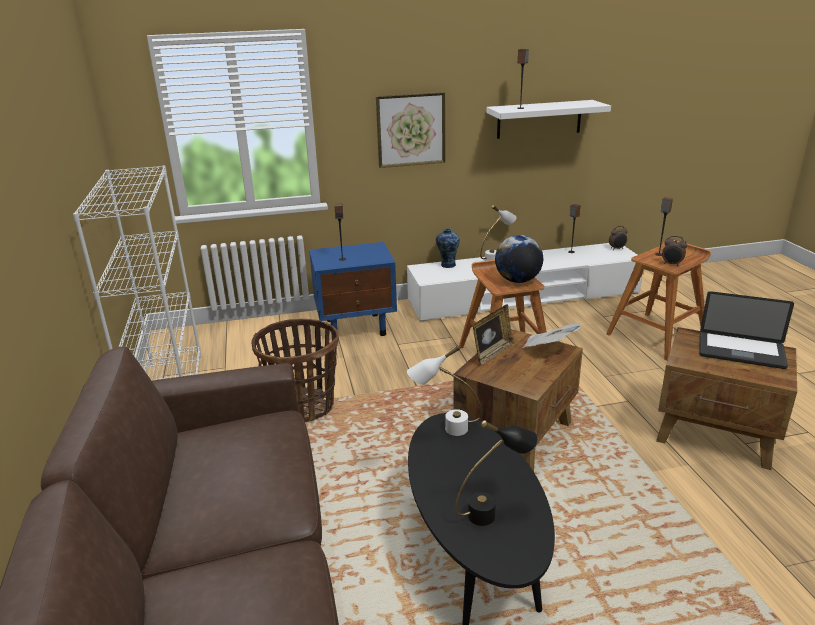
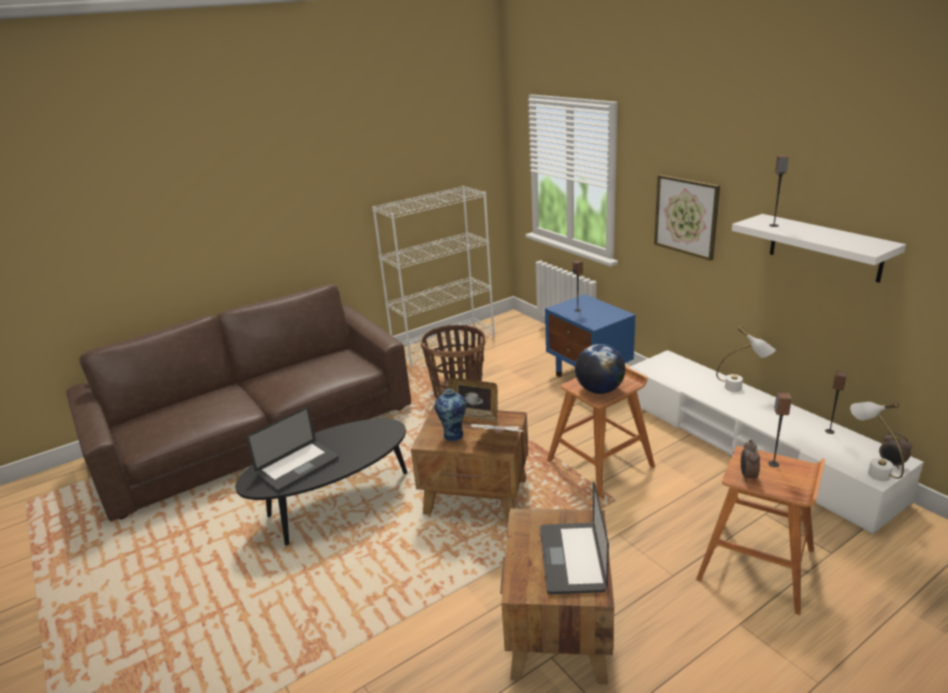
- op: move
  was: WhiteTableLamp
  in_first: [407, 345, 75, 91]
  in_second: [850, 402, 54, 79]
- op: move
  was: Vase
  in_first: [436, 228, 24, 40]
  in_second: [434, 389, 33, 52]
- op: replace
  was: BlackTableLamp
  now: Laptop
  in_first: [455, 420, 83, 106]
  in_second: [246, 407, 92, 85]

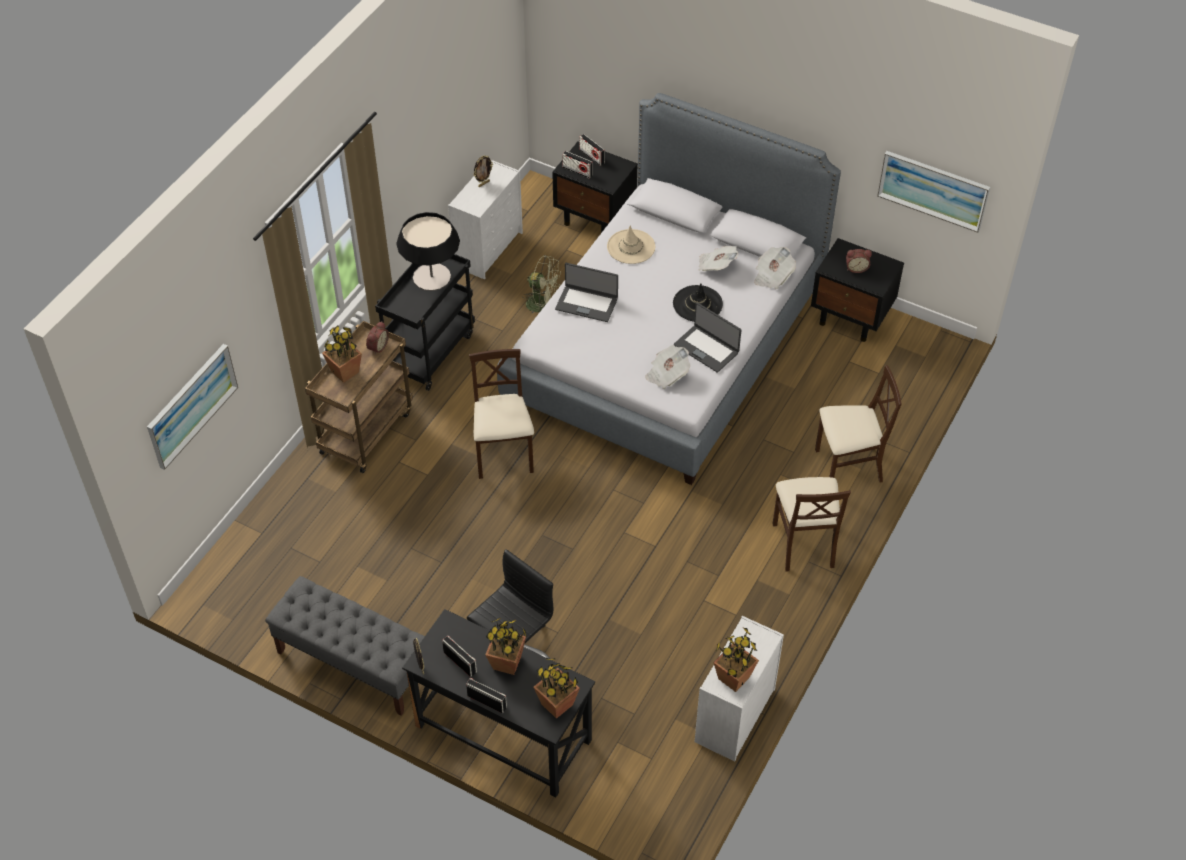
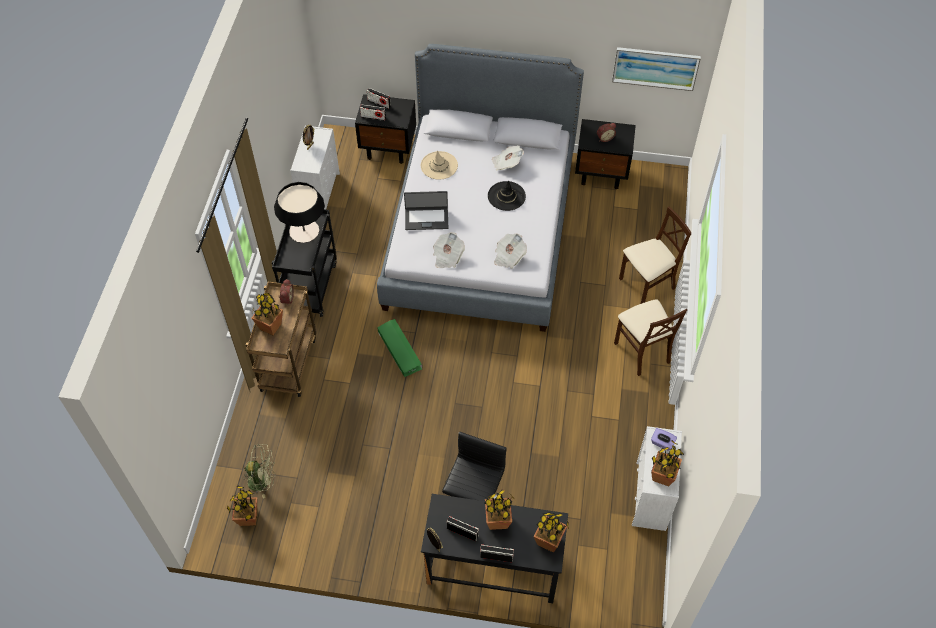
- op: delete
  was: Picture
  in_first: [147, 344, 91, 126]
- op: delete
  was: GreyBench
  in_first: [265, 576, 160, 140]
- op: delete
  was: Laptop
  in_first: [674, 302, 67, 71]
- op: insert
  now: PottedPlant
  in_second: [227, 485, 30, 41]
- op: insert
  now: PurpleTissueBox
  in_second: [651, 428, 26, 23]
- op: move
  was: GreenFan
  in_first: [522, 255, 40, 58]
  in_second: [242, 444, 33, 55]
- op: move
  was: Newspaper
  in_first: [754, 247, 42, 42]
  in_second: [433, 232, 32, 36]
- op: replace
  was: BeigeChair
  now: GreenStorageBox
  in_first: [469, 349, 65, 130]
  in_second: [377, 319, 45, 58]

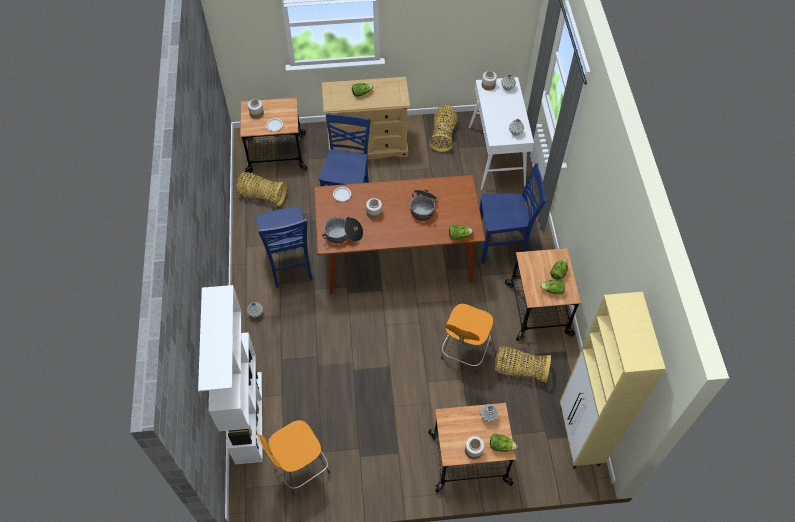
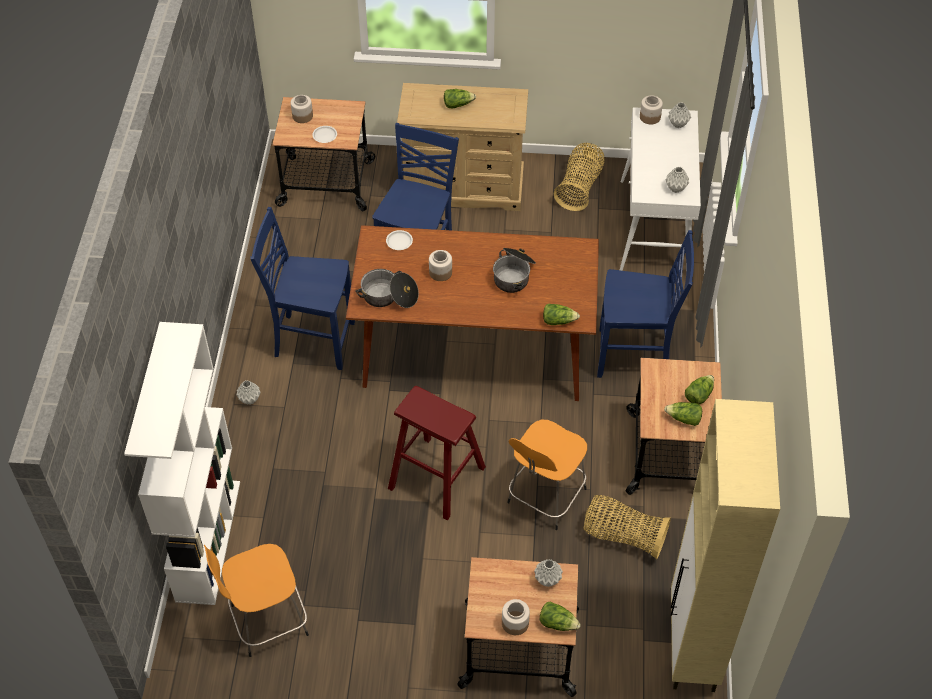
- op: delete
  was: Basket
  in_first: [236, 172, 51, 34]
- op: insert
  now: RedStool
  in_second: [388, 386, 98, 134]
- op: rotate
  was: BlueChair
  in_first: [256, 206, 56, 82]
  in_second: [250, 207, 105, 163]
  clockwise: 105

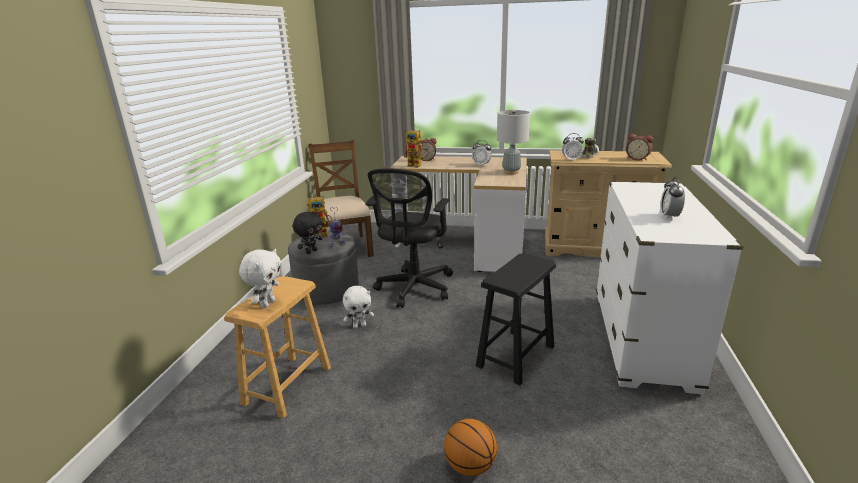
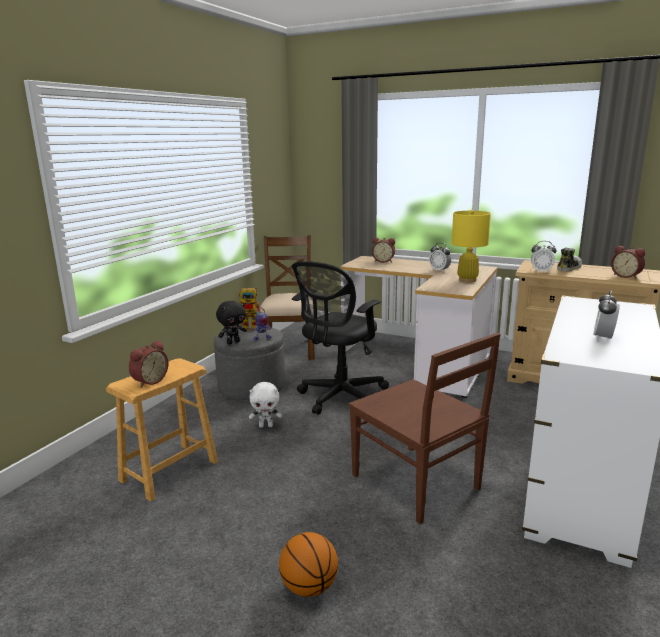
- op: delete
  was: ToyRobot
  in_first: [404, 130, 25, 38]
- op: replace
  was: WhitePlushToy
  now: AlarmClock
  in_first: [239, 249, 42, 59]
  in_second: [129, 340, 39, 48]
- op: replace
  was: BlackStool
  now: BrownChair
  in_first: [476, 253, 80, 132]
  in_second: [348, 333, 153, 191]
- op: recolor
  was: GreyTableLamp
  now: YellowTableLamp
  in_first: [497, 110, 33, 65]
  in_second: [452, 210, 39, 73]

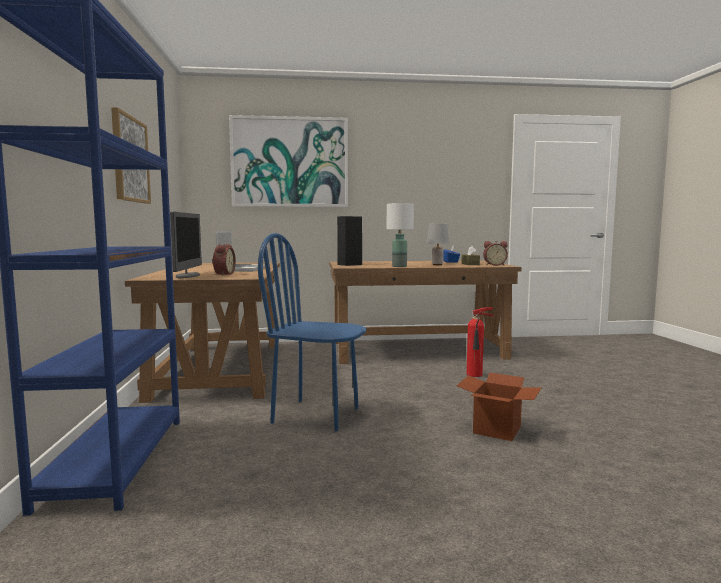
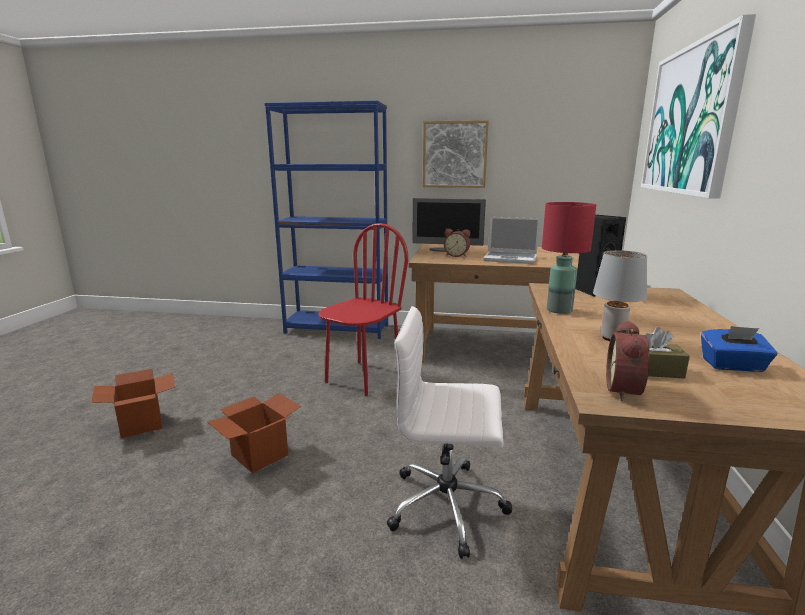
- op: insert
  now: CardboardBox
  in_second: [91, 369, 84, 69]
- op: replace
  was: FireExtinguisher
  now: WhiteOfficeChair
  in_first: [467, 307, 27, 70]
  in_second: [387, 306, 126, 253]
- op: recolor
  was: BlueChair
  now: RedChair
  in_first: [258, 233, 109, 198]
  in_second: [319, 223, 89, 173]
- op: recolor
  was: WhiteTableLamp
  now: RedTableLamp
  in_first: [387, 203, 27, 64]
  in_second: [542, 202, 54, 112]

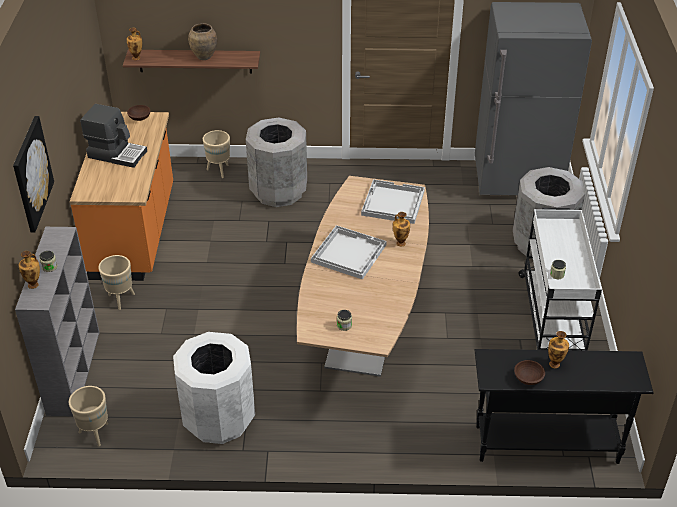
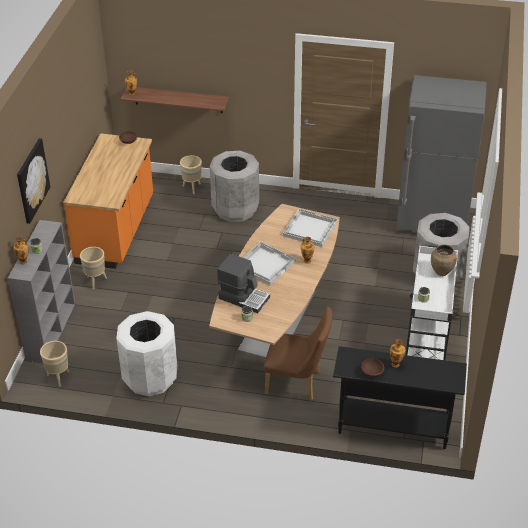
- op: insert
  now: BrownChair
  in_second: [264, 307, 68, 93]
- op: move
  was: CoffeeMachine
  in_first: [80, 104, 67, 64]
  in_second: [217, 254, 53, 59]
- op: move
  was: BrownVase
  in_first: [188, 23, 29, 37]
  in_second: [431, 244, 26, 32]

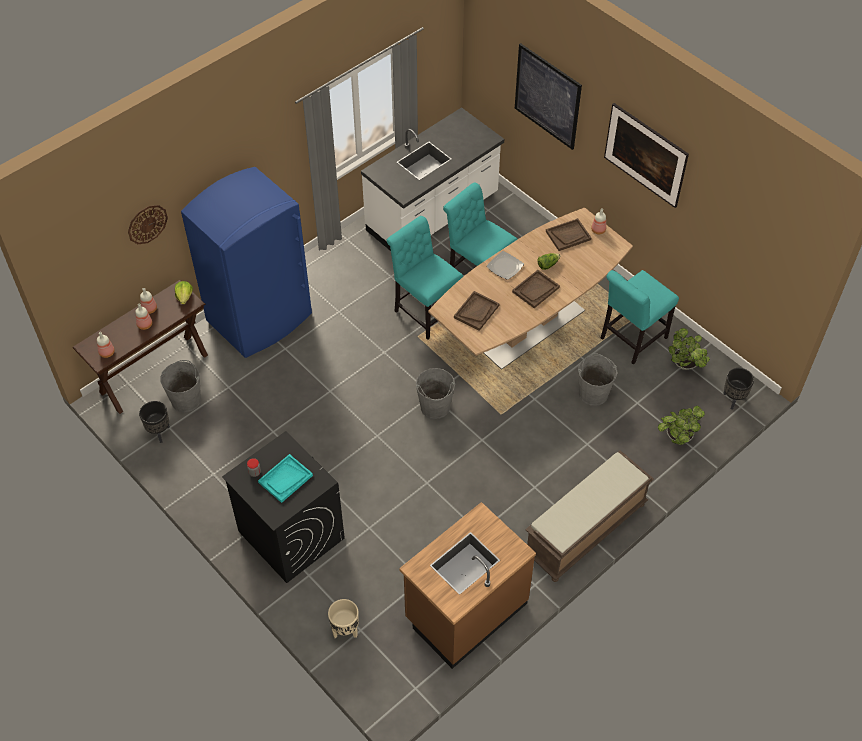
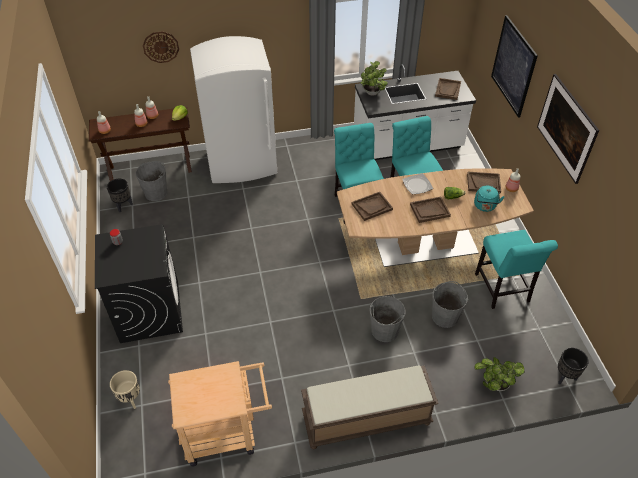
- op: delete
  was: TurquoiseTray
  in_first: [258, 454, 55, 49]
- op: insert
  now: BrownTray
  in_second: [435, 78, 26, 22]
- op: insert
  now: TurquoiseKettle
  in_second: [474, 186, 30, 26]
- op: move
  was: GreyBucket
  in_first: [416, 368, 39, 51]
  in_second: [370, 296, 35, 46]
- op: move
  was: PottedPlant
  in_first: [668, 328, 42, 42]
  in_second: [360, 61, 28, 35]
- op: replace
  was: BrownCounter
  now: BeigeCart
  in_first: [399, 502, 137, 167]
  in_second: [168, 361, 104, 105]
- op: recolor
  was: BlueFridge
  now: WhiteFridge
  in_first: [181, 167, 131, 191]
  in_second: [190, 36, 87, 147]
- op: rotate
  was: TurquoiseChair
  in_first: [601, 270, 78, 95]
  in_second: [475, 230, 83, 79]
  clockwise: -90

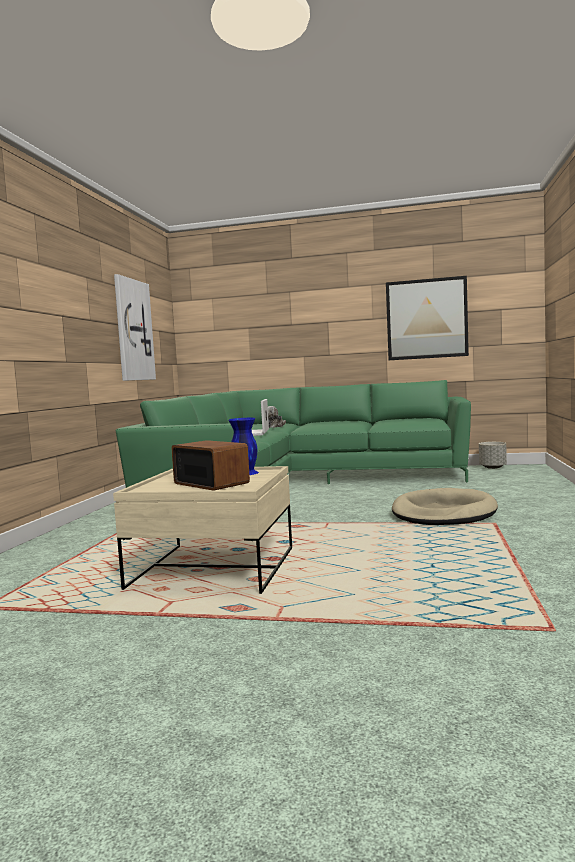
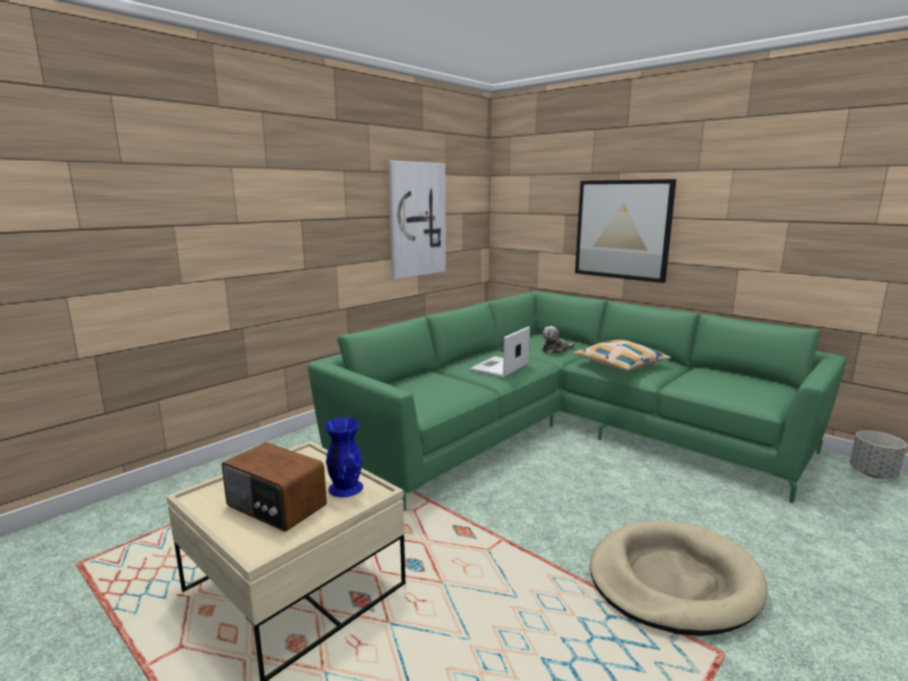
- op: insert
  now: Pillow
  in_second: [574, 340, 97, 31]
- op: move
  was: Picture
  in_first: [386, 276, 83, 84]
  in_second: [575, 179, 101, 104]
- op: rotate
  was: Radio
  in_first: [171, 440, 79, 51]
  in_second: [222, 442, 105, 90]
  clockwise: 135

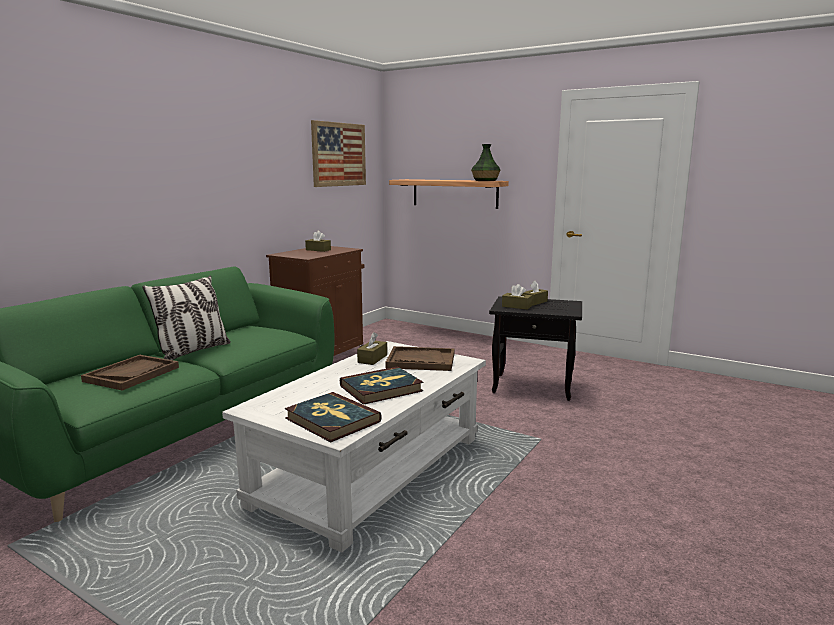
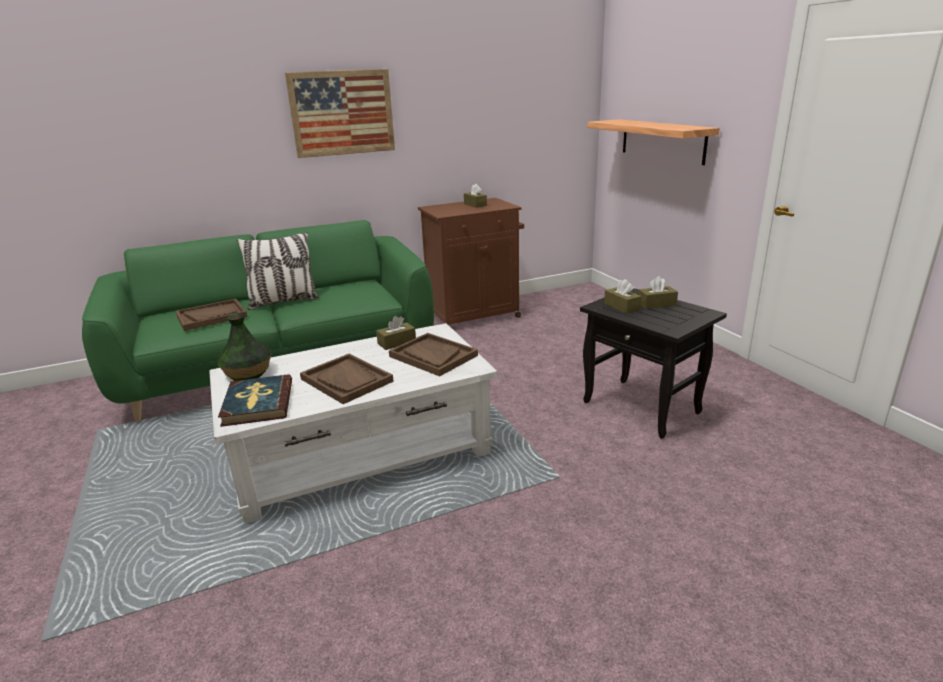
- op: move
  was: Picture
  in_first: [311, 120, 55, 67]
  in_second: [285, 69, 110, 89]
- op: move
  was: Vase
  in_first: [471, 144, 29, 37]
  in_second: [217, 314, 54, 67]
- op: replace
  was: Book
  now: BrownTray
  in_first: [340, 366, 83, 39]
  in_second: [300, 354, 94, 50]

